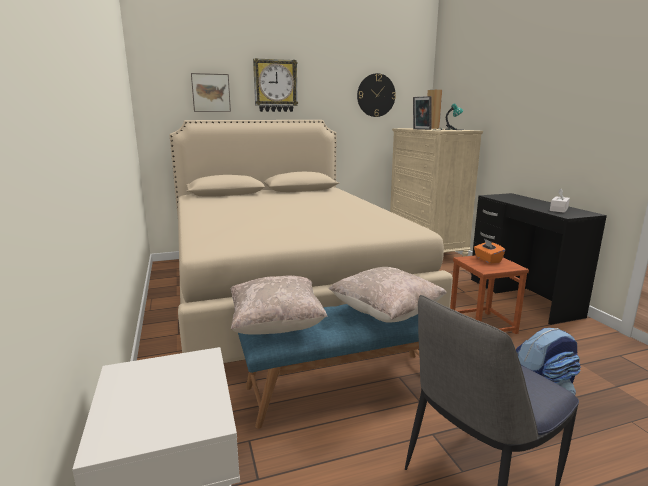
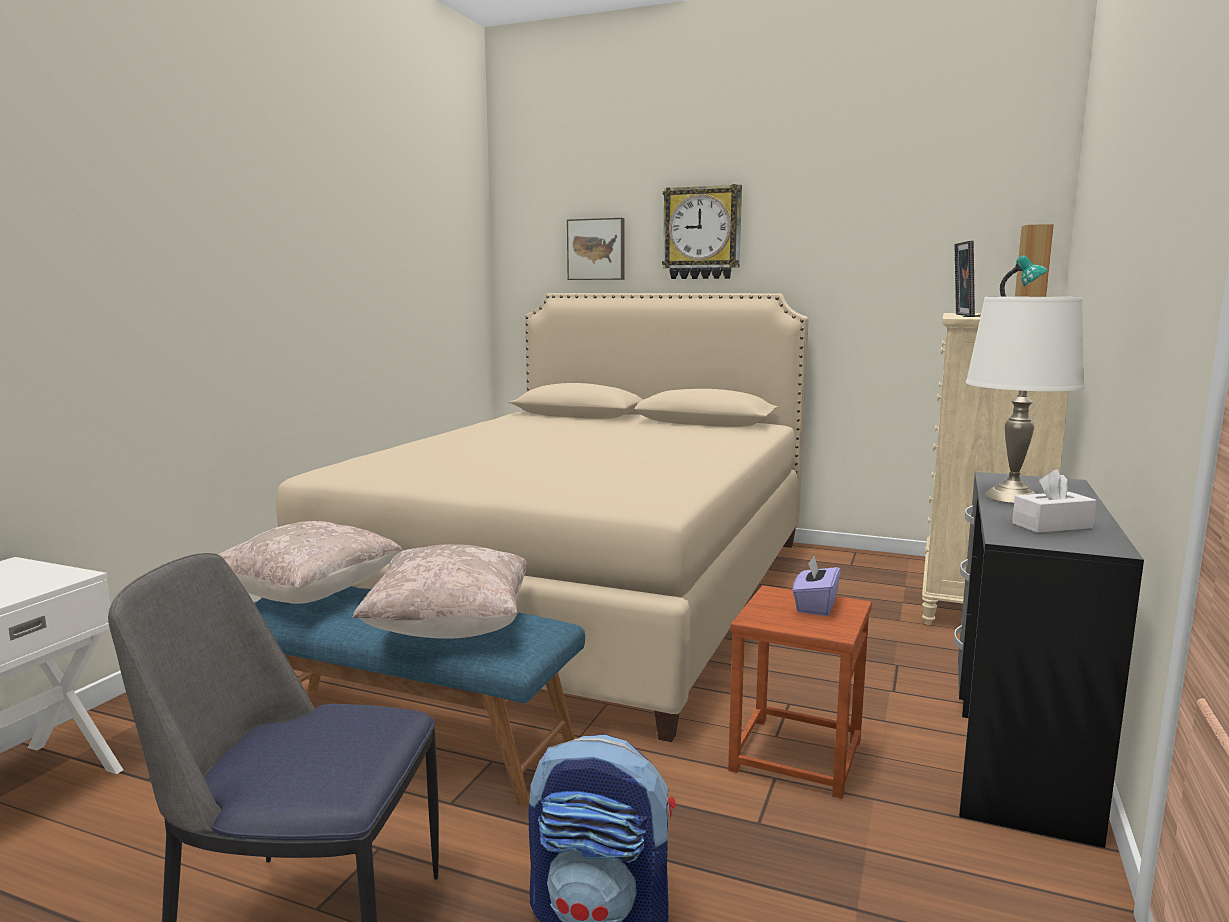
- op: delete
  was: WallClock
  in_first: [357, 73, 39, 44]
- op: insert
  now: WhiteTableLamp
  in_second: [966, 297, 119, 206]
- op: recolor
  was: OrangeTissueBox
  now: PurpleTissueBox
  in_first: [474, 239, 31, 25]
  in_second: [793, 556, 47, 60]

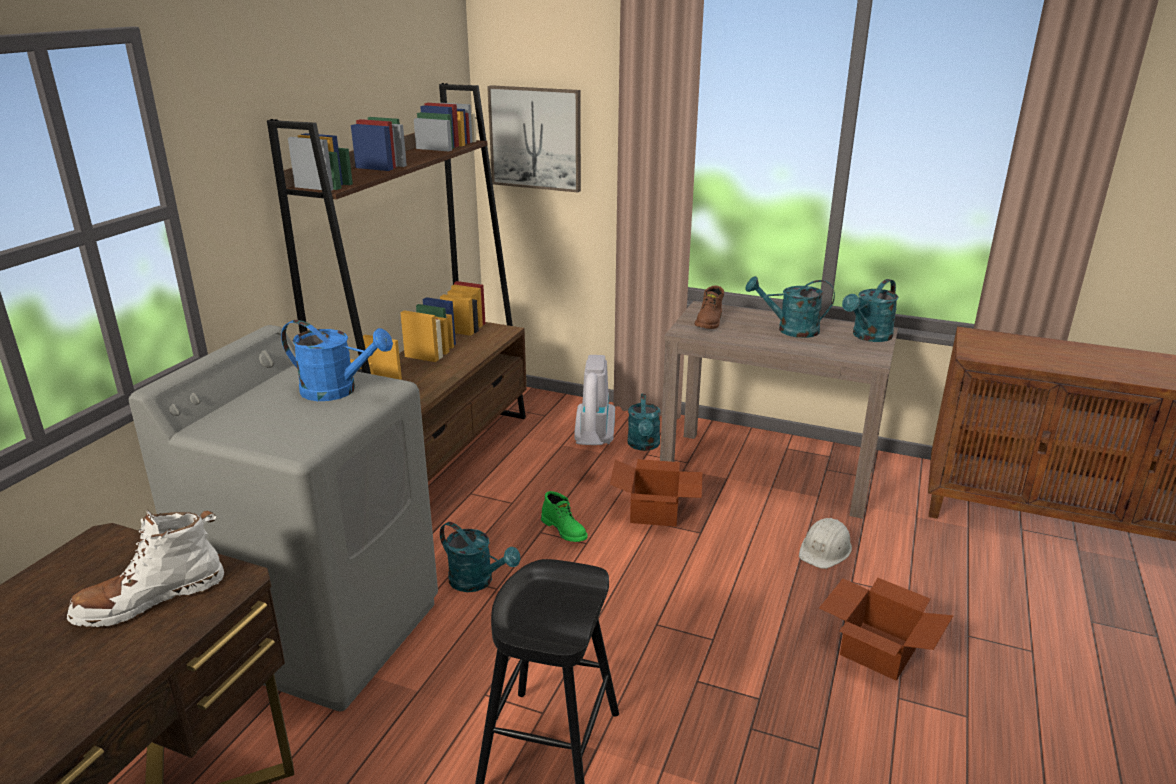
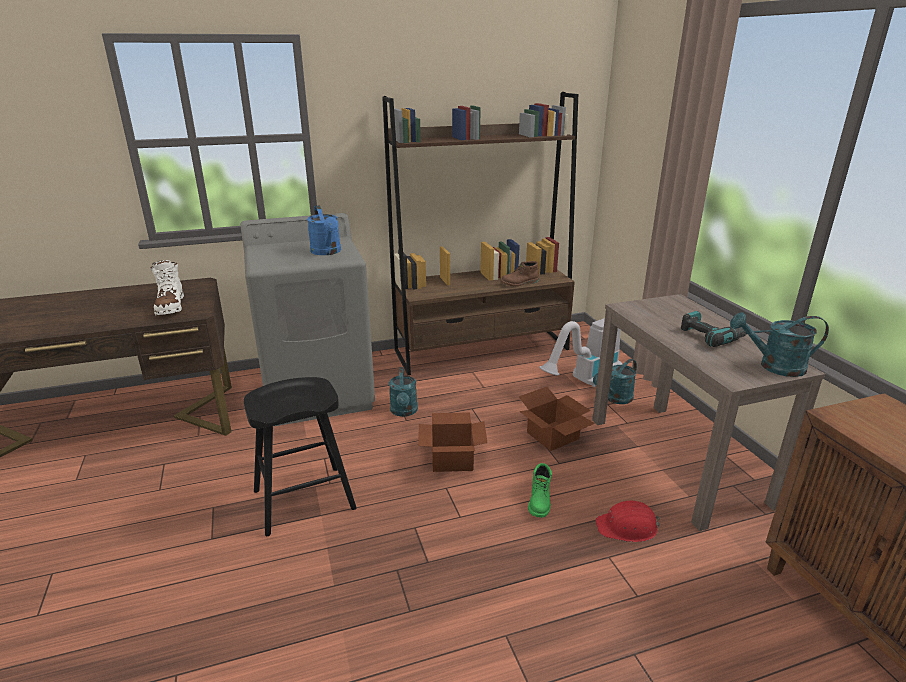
- op: delete
  was: Picture
  in_first: [487, 85, 94, 107]
- op: move
  was: GreenBoot
  in_first: [541, 491, 47, 51]
  in_second: [528, 463, 24, 55]
- op: move
  was: BrownBoot
  in_first: [695, 285, 29, 44]
  in_second: [500, 261, 39, 26]
- op: move
  was: CardboardBox
  in_first: [819, 578, 135, 103]
  in_second: [418, 412, 70, 60]
- op: replace
  was: TurquoiseWateringCan
  now: PowerDrill
  in_first: [745, 276, 90, 62]
  in_second: [681, 311, 66, 36]
- op: recolor
  was: WhiteHardHat
  now: RedHardHat
  in_first: [799, 518, 53, 51]
  in_second: [595, 501, 65, 41]
- op: rotate
  was: WhiteBoot
  in_first: [67, 510, 157, 117]
  in_second: [150, 260, 34, 56]
  clockwise: -120

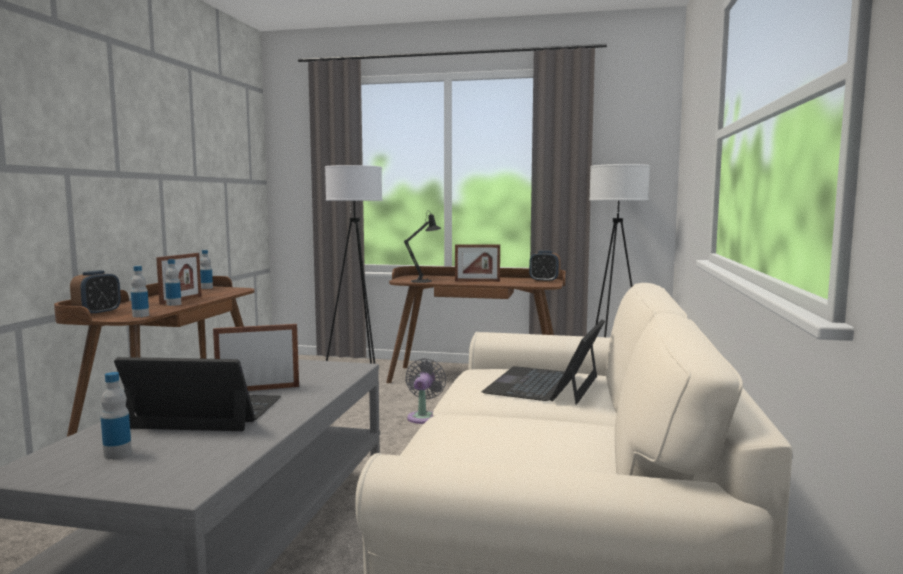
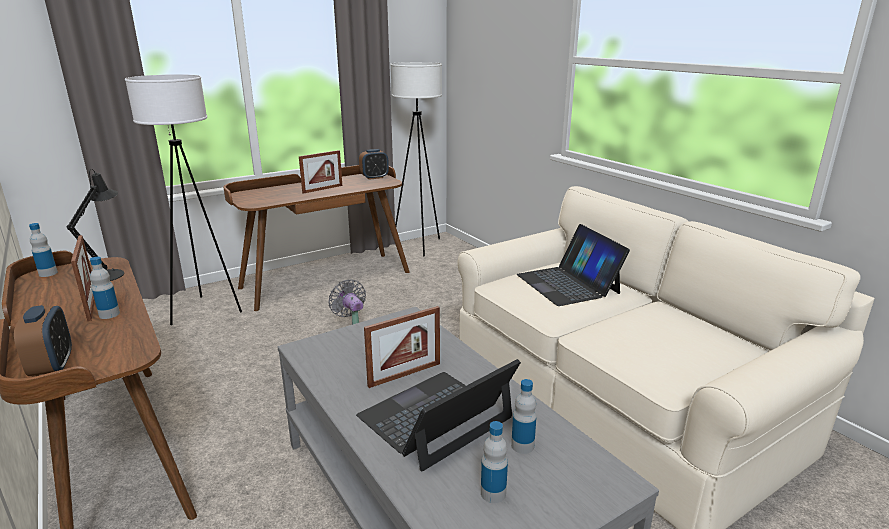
- op: move
  was: Bottle
  in_first: [131, 266, 18, 51]
  in_second: [511, 379, 26, 75]
- op: move
  was: BlackTableLamp
  in_first: [404, 211, 37, 72]
  in_second: [67, 169, 57, 112]
- op: rotate
  was: PictureFrame
  in_first: [213, 324, 86, 67]
  in_second: [364, 306, 76, 82]
  clockwise: -150

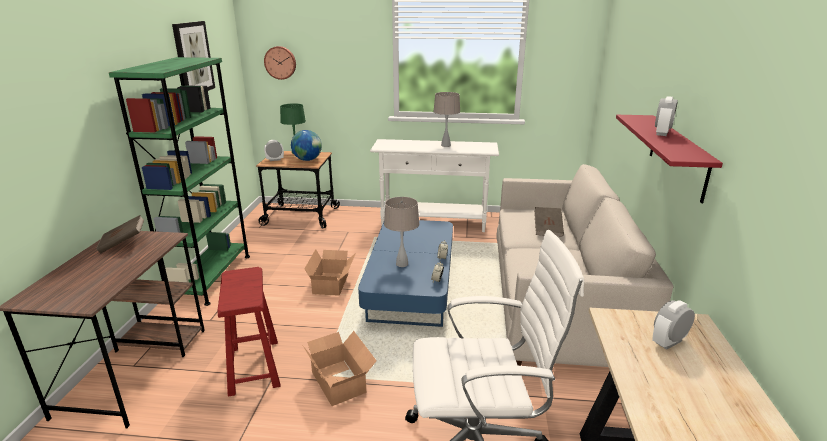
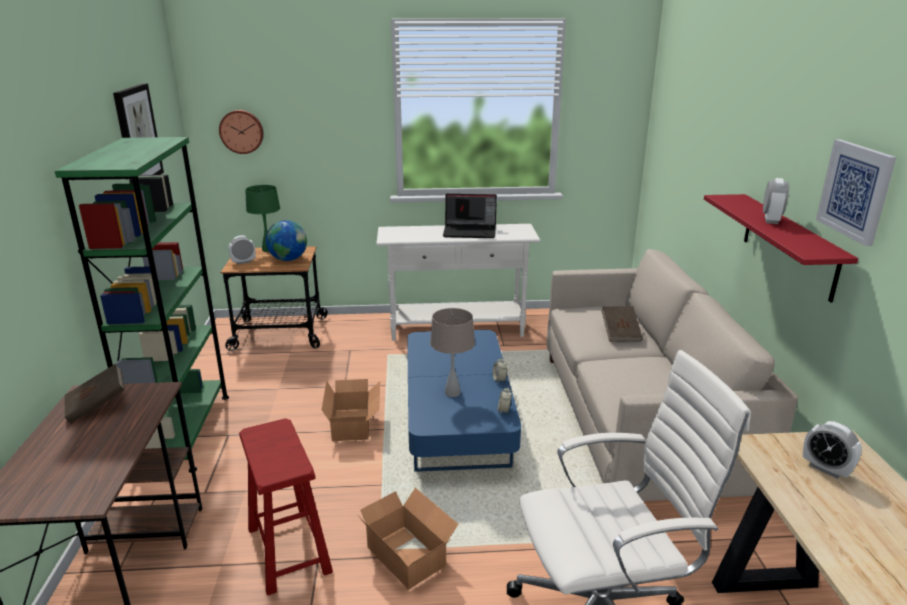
- op: insert
  now: Picture
  in_second: [816, 139, 80, 107]
- op: replace
  was: BeigeTableLamp
  now: Laptop
  in_first: [433, 92, 27, 55]
  in_second: [443, 194, 54, 44]
- op: rotate
  was: AlarmClock
  in_first: [652, 300, 43, 50]
  in_second: [803, 421, 59, 58]
  clockwise: -90

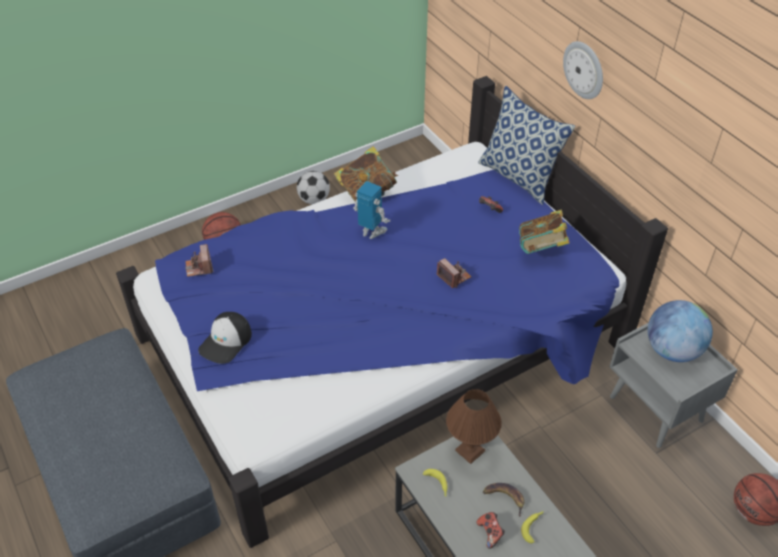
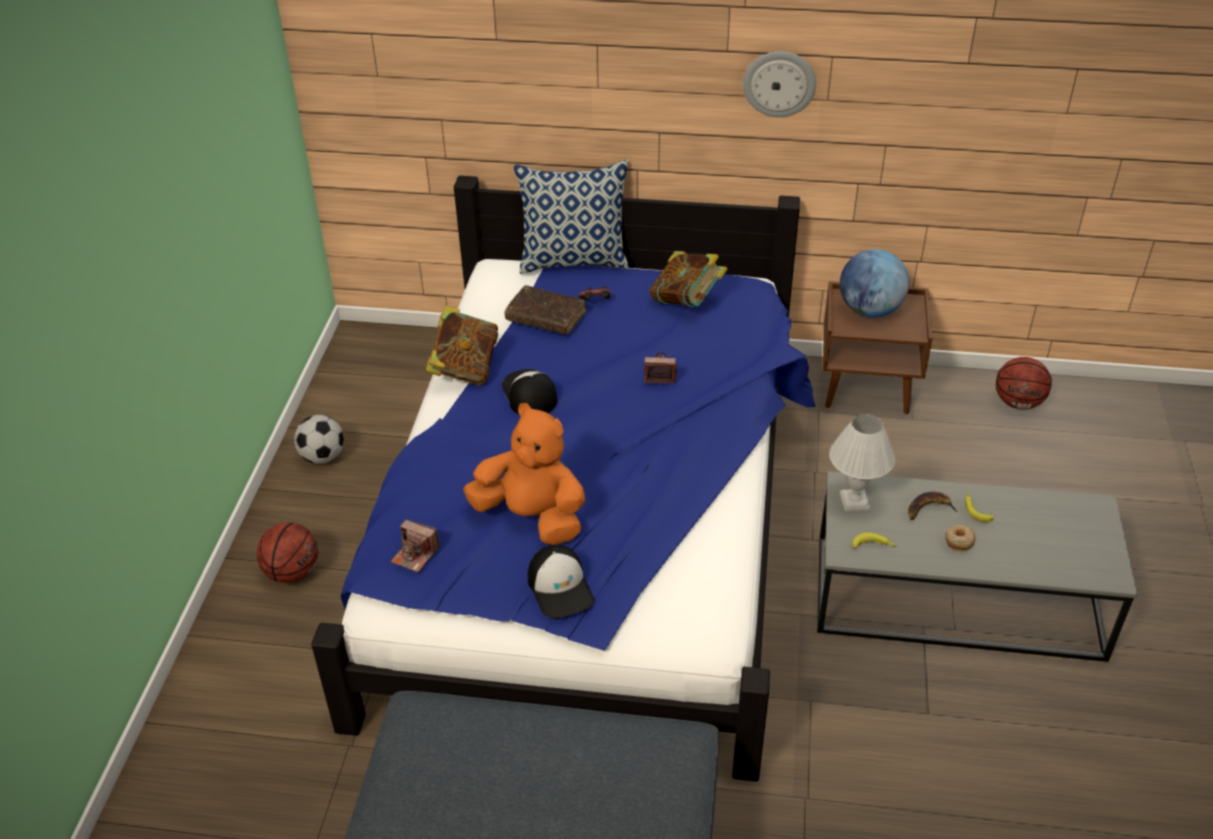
- op: insert
  now: OrangePlushToy
  in_second: [463, 403, 122, 142]
- op: insert
  now: BrownBook
  in_second: [504, 285, 82, 50]
- op: move
  was: WallClock
  in_first: [563, 41, 40, 58]
  in_second: [743, 51, 73, 66]
- op: replace
  was: ToyRobot
  now: Cap
  in_first: [353, 181, 37, 58]
  in_second: [502, 369, 55, 45]
- op: replace
  was: GameController
  now: Donut
  in_first: [477, 512, 28, 37]
  in_second: [945, 524, 30, 27]
- op: recolor
  was: BrownTableLamp
  now: WhiteTableLamp
  in_first: [446, 389, 56, 75]
  in_second: [829, 414, 66, 97]
- op: recolor
  was: GreyNightstand
  now: BrownNightstand
  in_first: [609, 323, 129, 125]
  in_second: [823, 282, 110, 132]

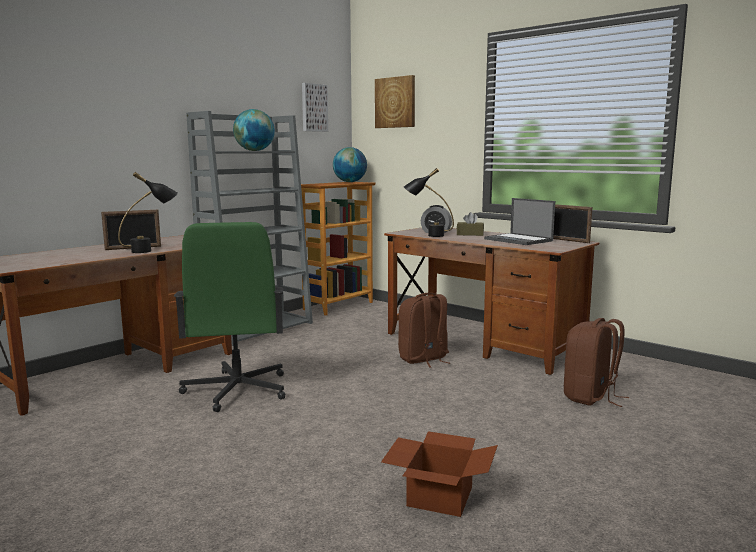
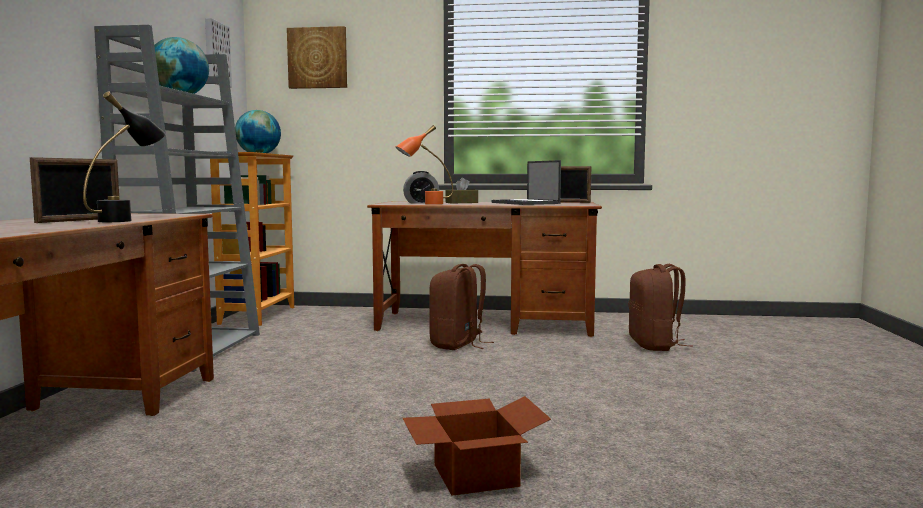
- op: delete
  was: GreenOfficeChair
  in_first: [174, 222, 111, 190]
- op: move
  was: CardboardBox
  in_first: [381, 431, 117, 86]
  in_second: [403, 396, 148, 100]
- op: recolor
  was: BlackTableLamp
  now: OrangeTableLamp
  in_first: [404, 168, 50, 69]
  in_second: [395, 125, 58, 80]
- op: rotate
  was: Laptop
  in_first: [484, 198, 71, 47]
  in_second: [491, 160, 70, 45]
  clockwise: 45

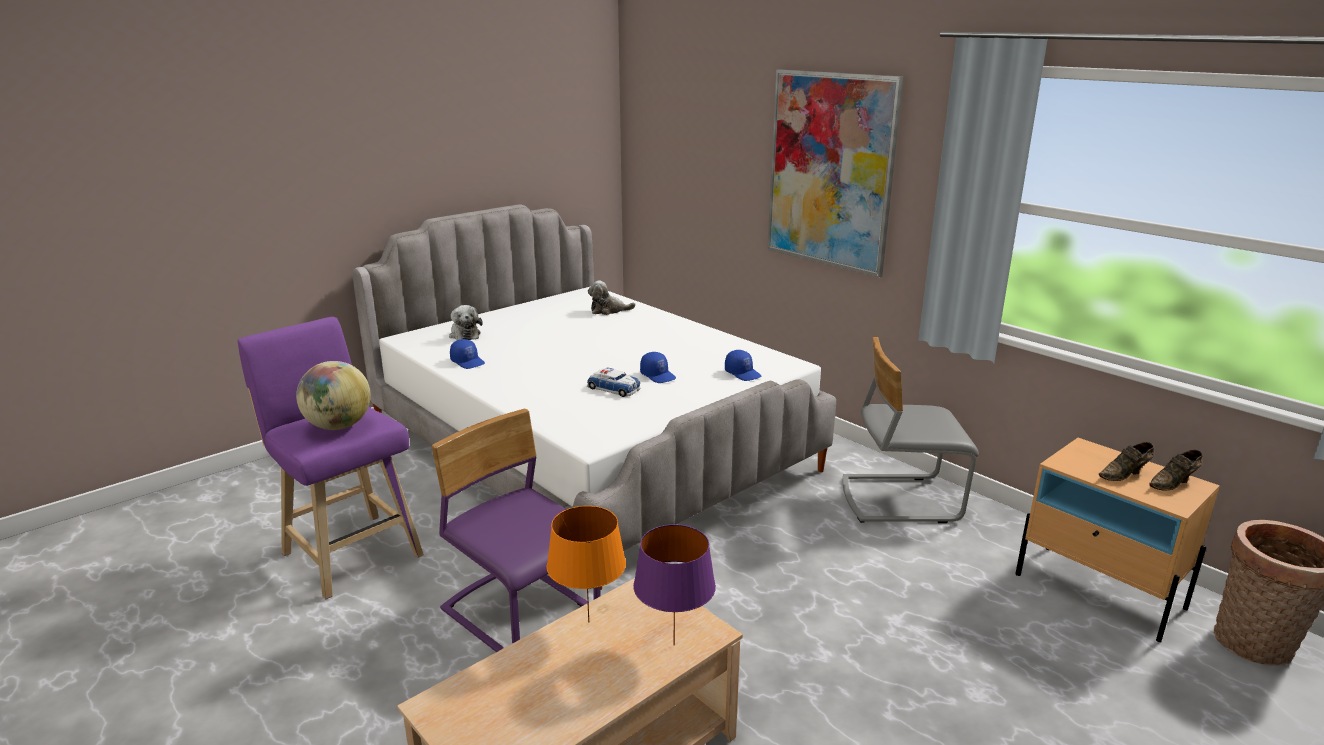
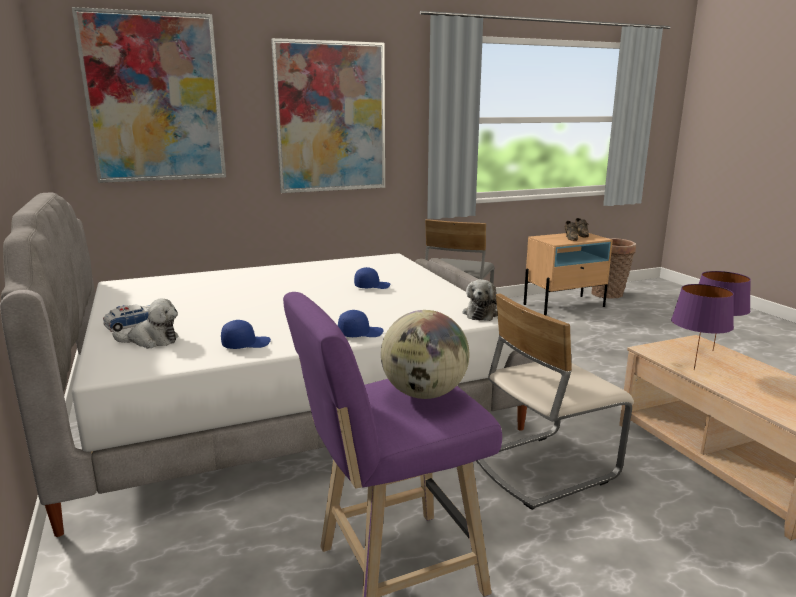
- op: insert
  now: Picture
  in_second: [72, 7, 154, 176]
- op: move
  was: ToyCar
  in_first: [587, 367, 53, 30]
  in_second: [103, 304, 47, 28]
- op: move
  was: PlushToy
  in_first: [588, 281, 47, 34]
  in_second: [463, 279, 35, 42]
- op: move
  was: BlueCap
  in_first: [725, 350, 36, 31]
  in_second: [338, 310, 46, 27]
- op: recolor
  was: PurpleChair
  now: BeigeChair
  in_first: [432, 409, 169, 243]
  in_second: [476, 294, 158, 216]
- op: recolor
  was: OrangeTableLamp
  now: PurpleTableLamp
  in_first: [547, 506, 79, 117]
  in_second: [671, 284, 63, 86]

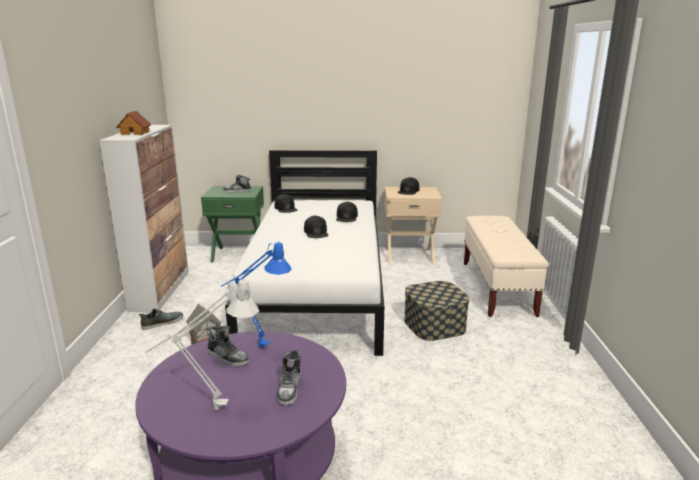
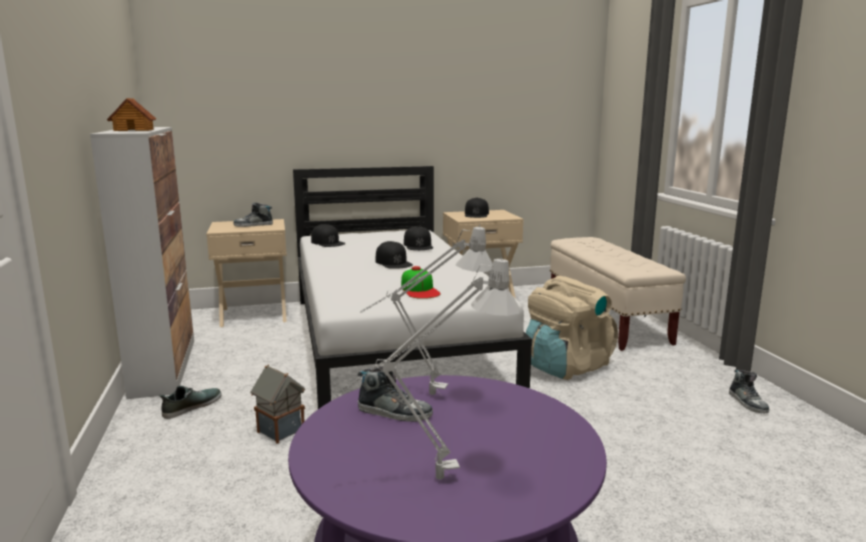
- op: insert
  now: Cap
  in_second: [401, 266, 40, 33]
- op: move
  was: Shoe
  in_first: [276, 350, 25, 55]
  in_second: [729, 370, 40, 43]
- op: replace
  was: StorageBox
  now: BeigeBackpack
  in_first: [404, 281, 66, 60]
  in_second: [526, 276, 92, 104]
- op: recolor
  was: GreenNightstand
  now: BeigeNightstand
  in_first: [201, 186, 63, 77]
  in_second: [206, 219, 81, 108]
- op: recolor
  was: BlueTableLamp
  now: GreyTableLamp
  in_first: [221, 242, 71, 106]
  in_second: [360, 224, 133, 171]

